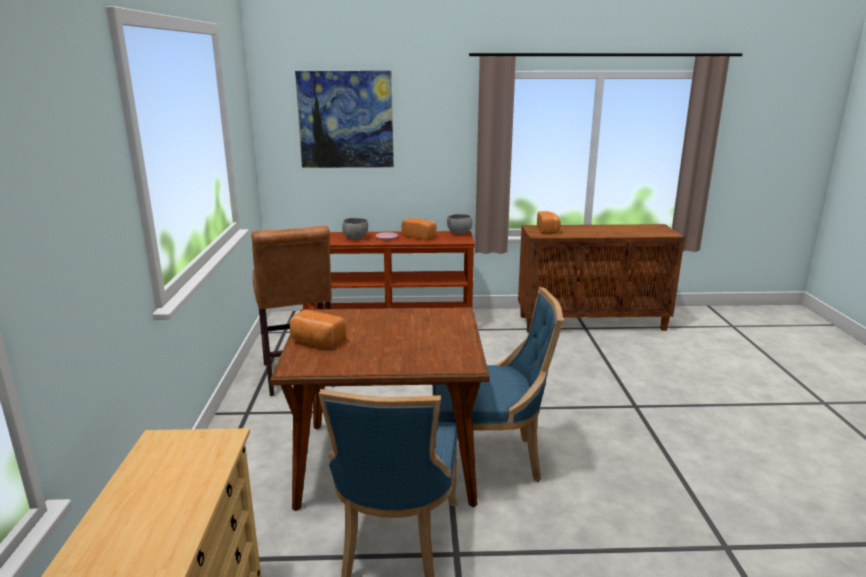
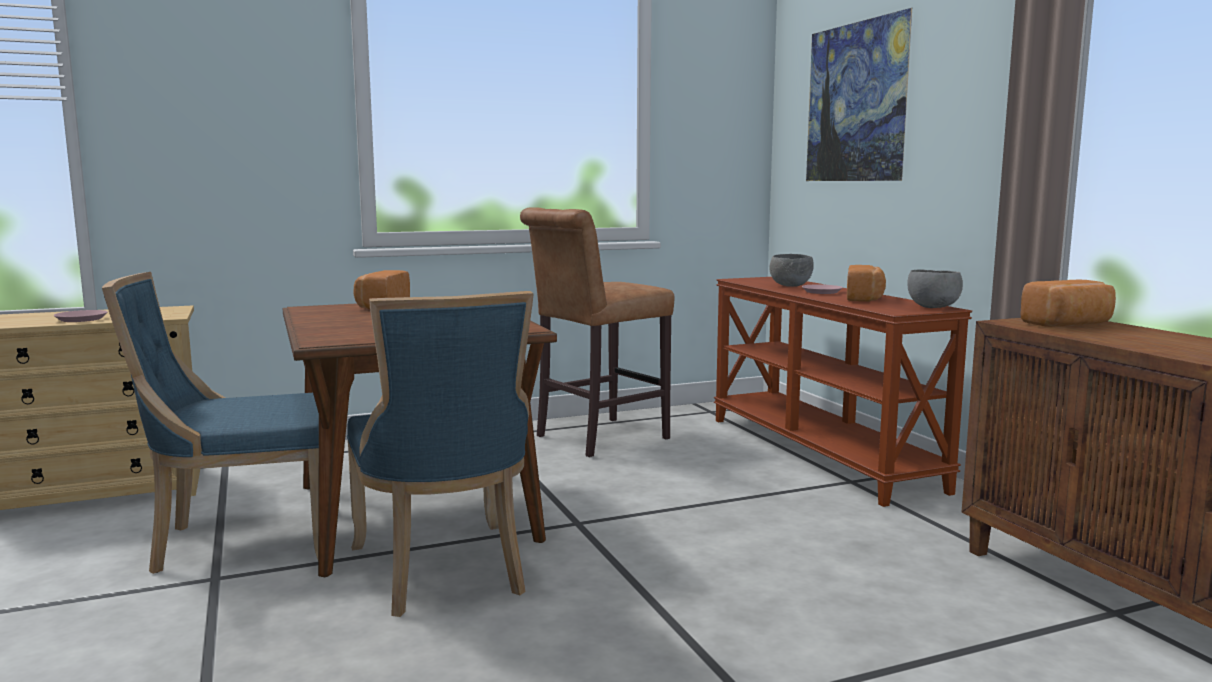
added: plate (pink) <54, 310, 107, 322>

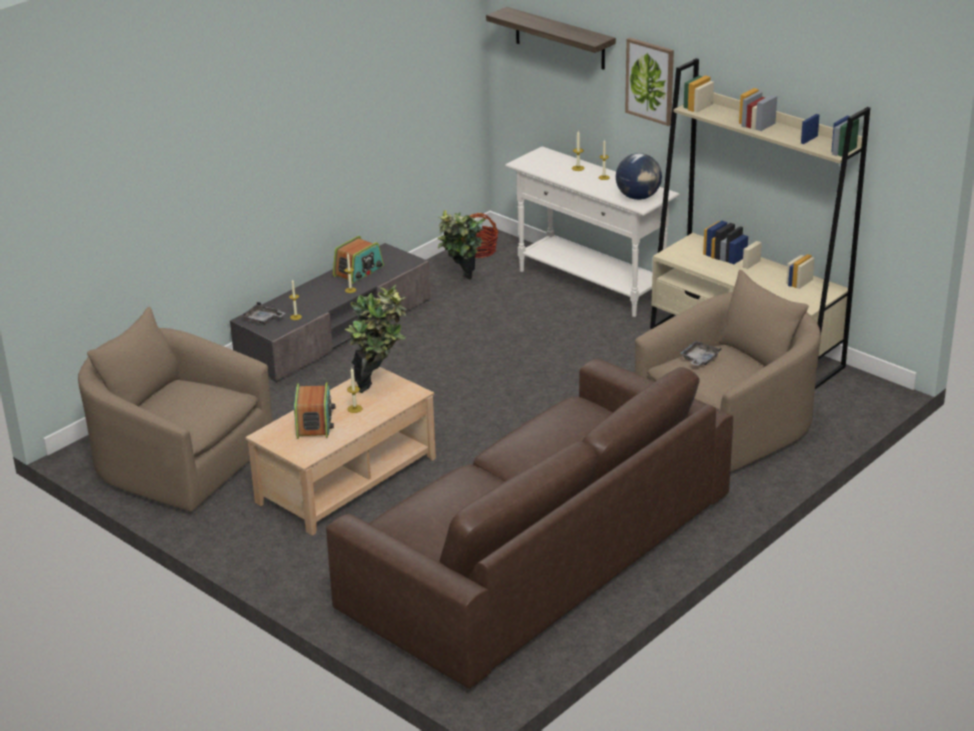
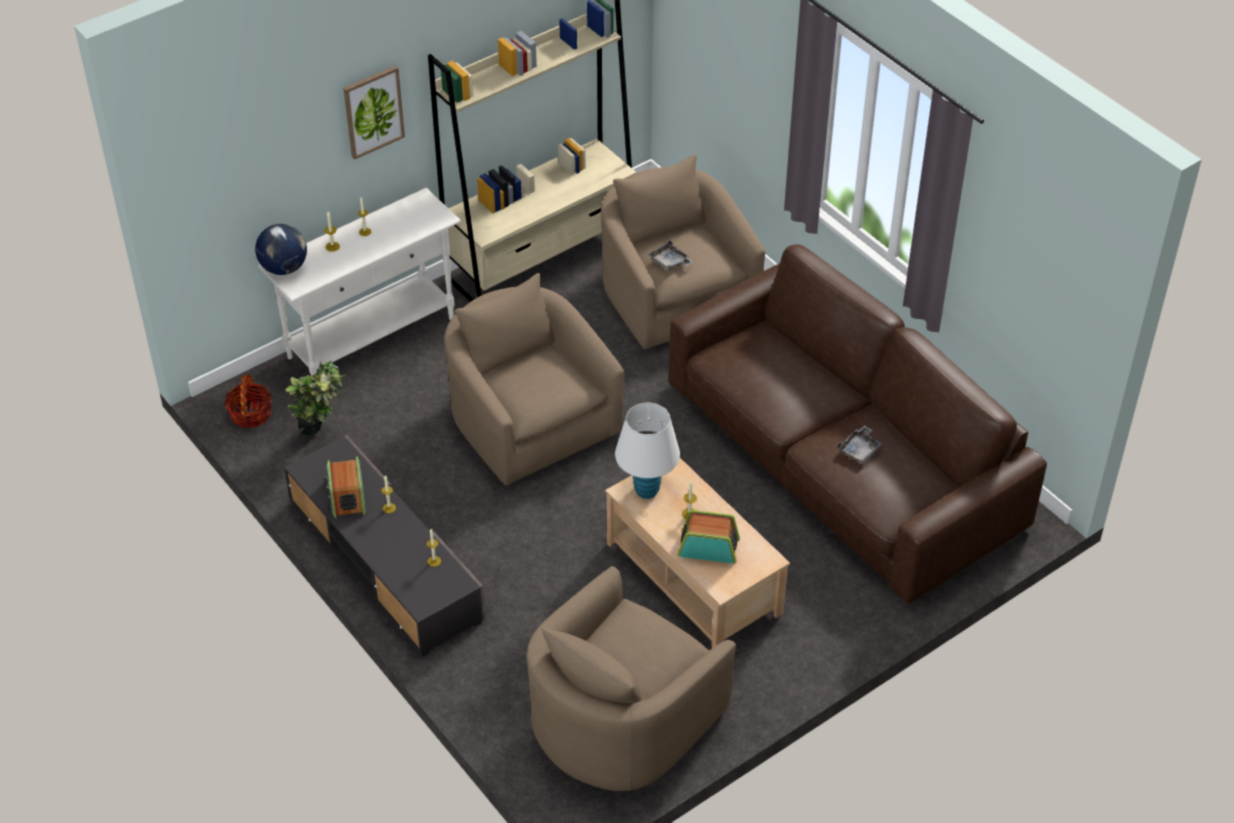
removed: shelf <486, 7, 616, 70>
added: armchair (beige) <444, 273, 624, 485>
moved: globe <616, 153, 662, 200> to <255, 224, 307, 275>; tray (grey) <241, 302, 285, 325> to <838, 425, 883, 463>
replaced: potted plant <344, 284, 406, 393> to table lamp (white) <615, 403, 680, 499>
turned: radio <333, 236, 384, 284> = <324, 456, 366, 519> 150 degrees counterclockwise

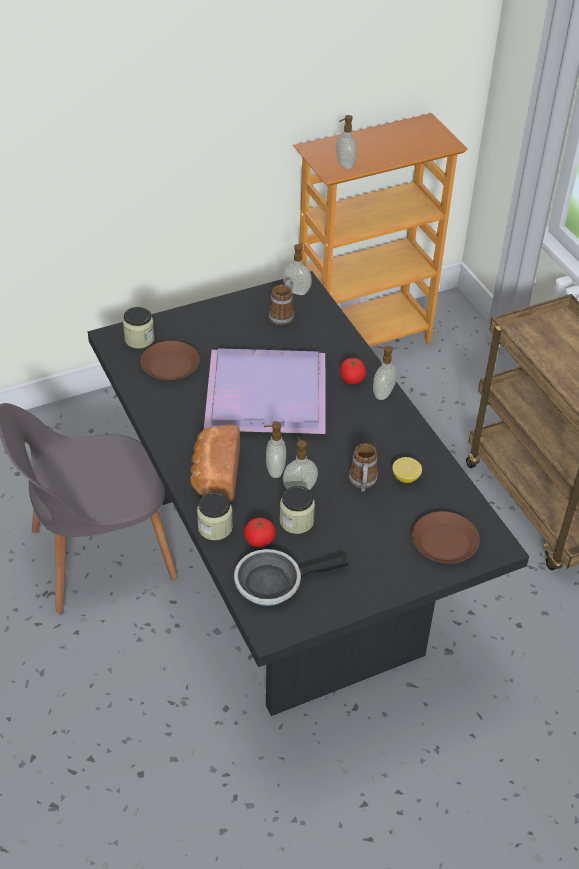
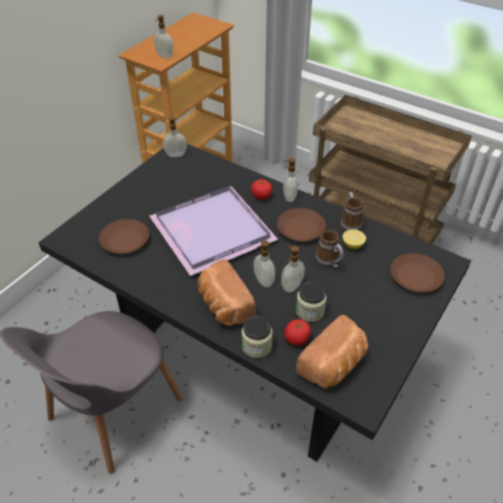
removed: jar <123, 307, 154, 348>
added: plate (brown) <277, 208, 326, 241>
moved: mug <269, 280, 294, 325> to <341, 192, 364, 231>
replaced: frying pan <234, 549, 348, 606> to bread <296, 315, 368, 389>

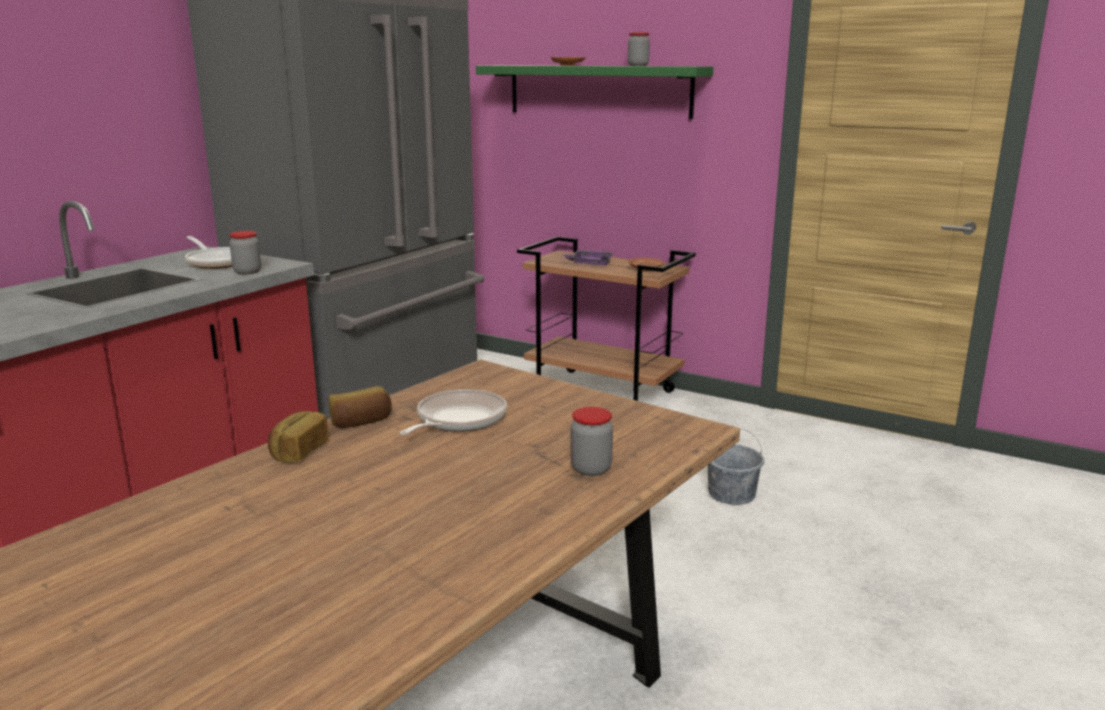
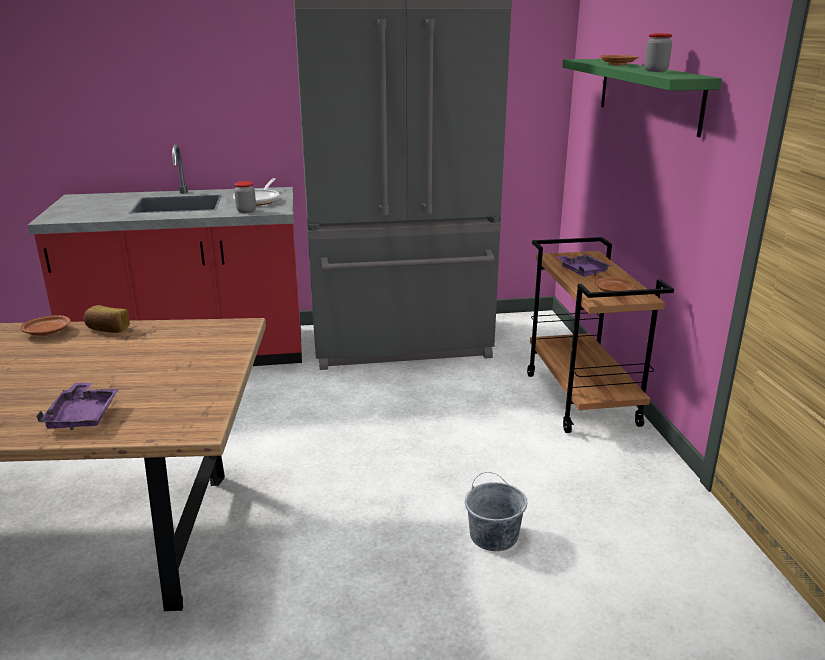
removed: frying pan <399, 389, 507, 435>
replaced: bread <268, 411, 329, 462> to plate (brown) <20, 315, 71, 336>; jar <570, 407, 613, 476> to tray (purple) <36, 383, 119, 430>

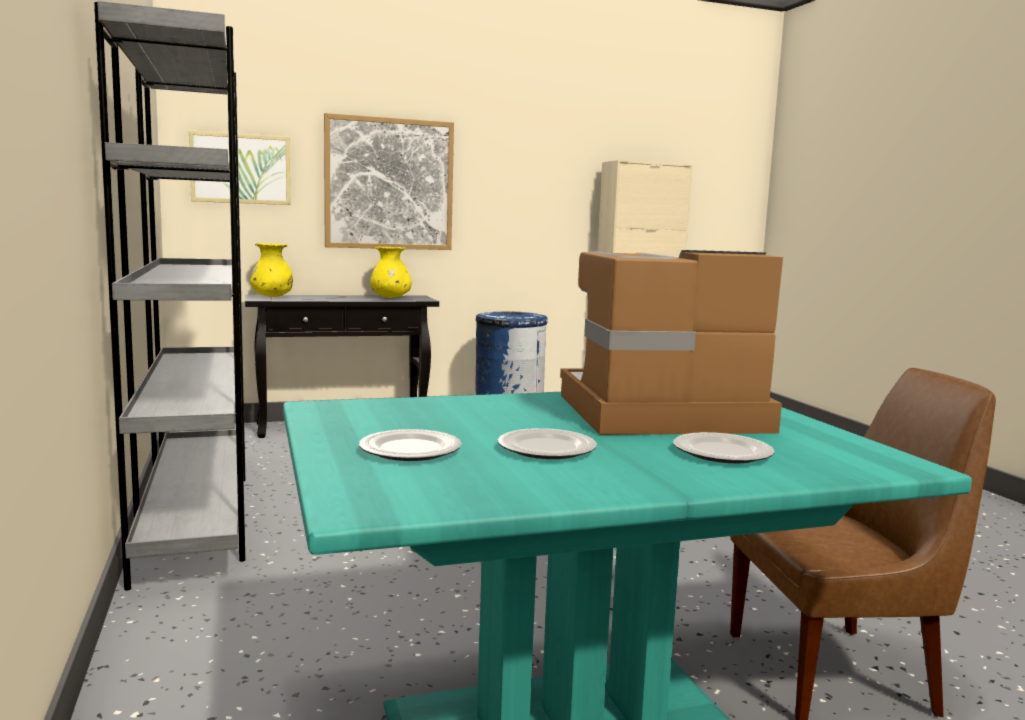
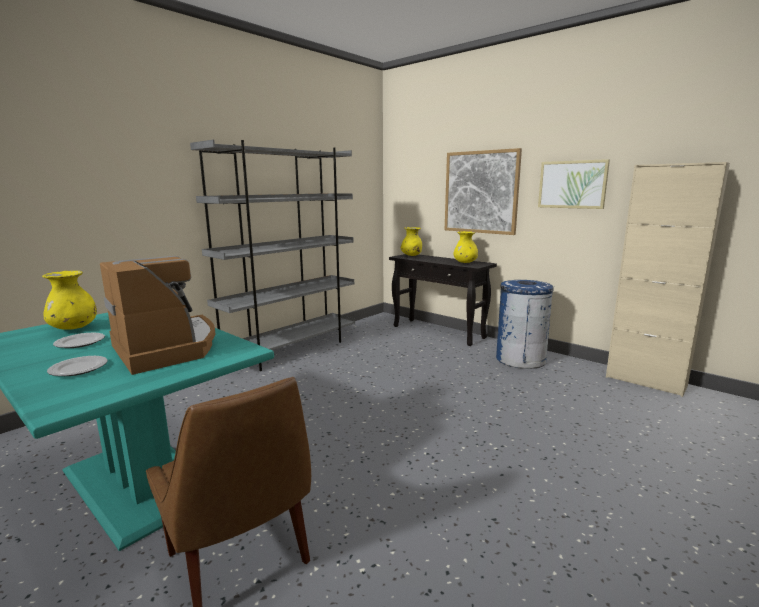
moved: picture <189, 130, 290, 205> to <538, 159, 610, 209>
replaced: plate <359, 429, 462, 461> to vase (yellow) <42, 271, 97, 330>

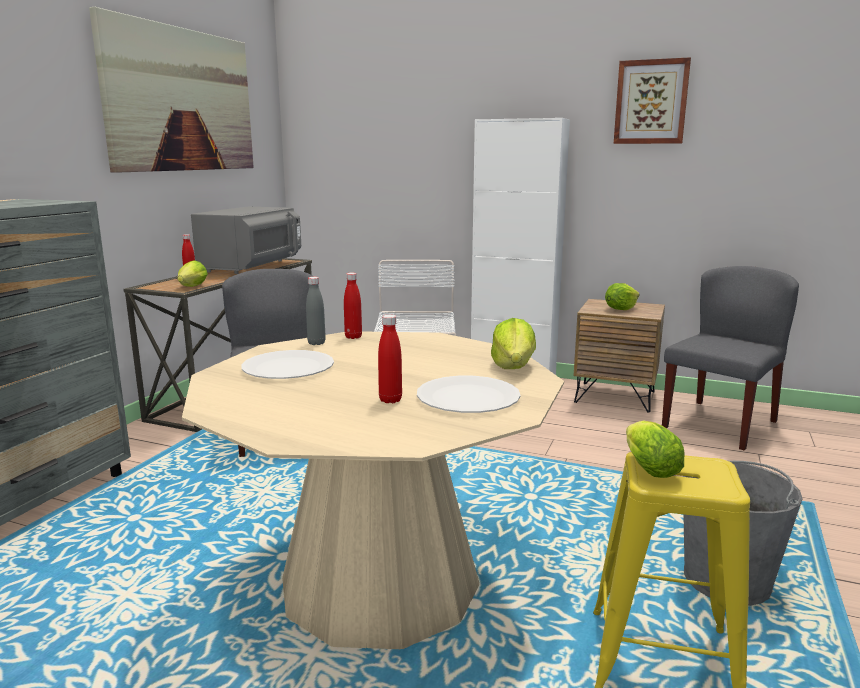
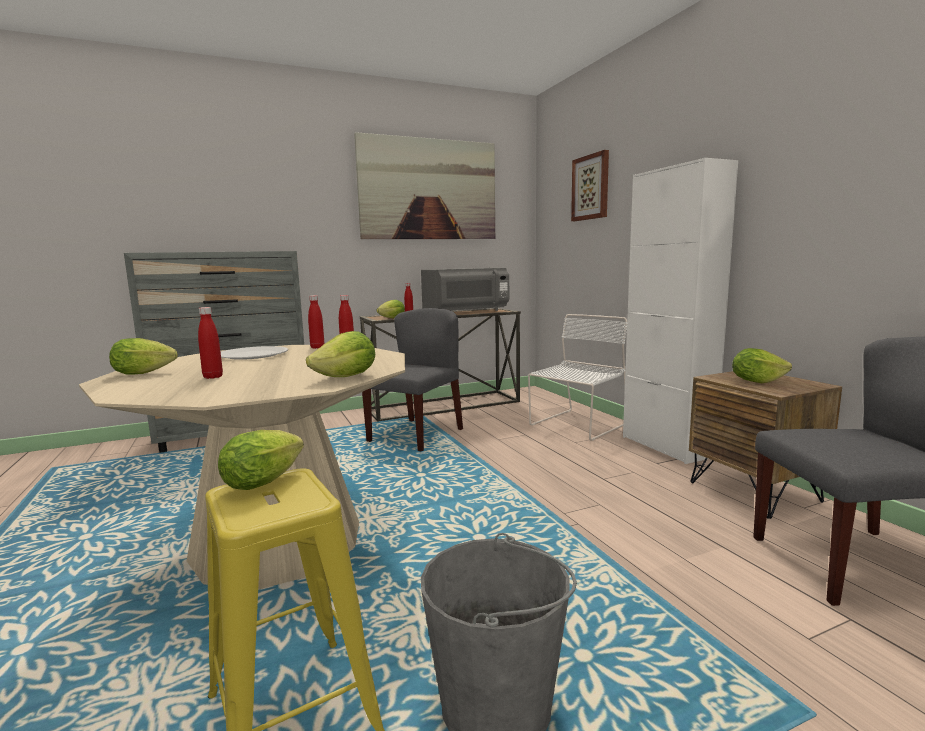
removed: plate (white) <417, 376, 521, 413>
added: lettuce <109, 338, 178, 375>
moved: picture <614, 57, 691, 144> to <571, 150, 609, 221>
recoloured: bottle (grey) <306, 277, 326, 345> to bottle (red) <308, 295, 324, 349>

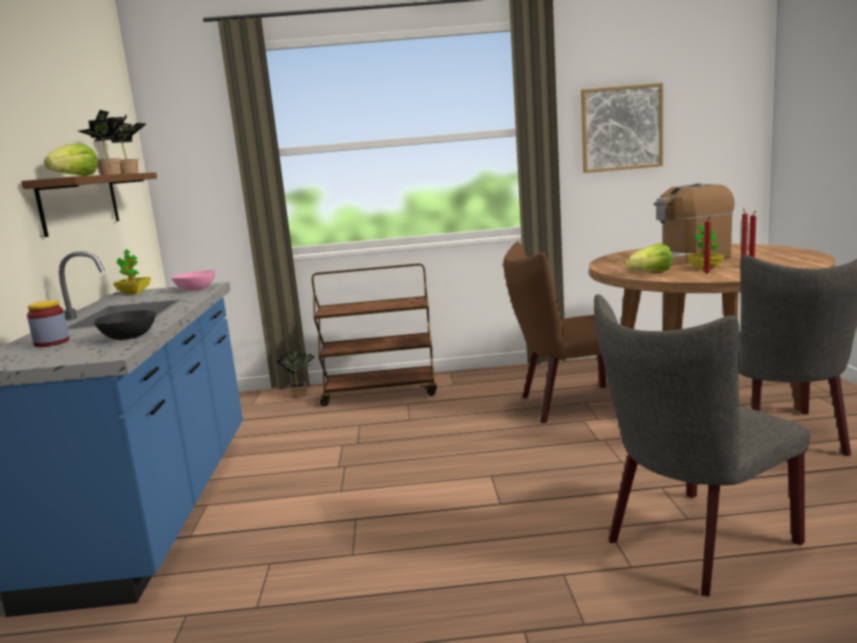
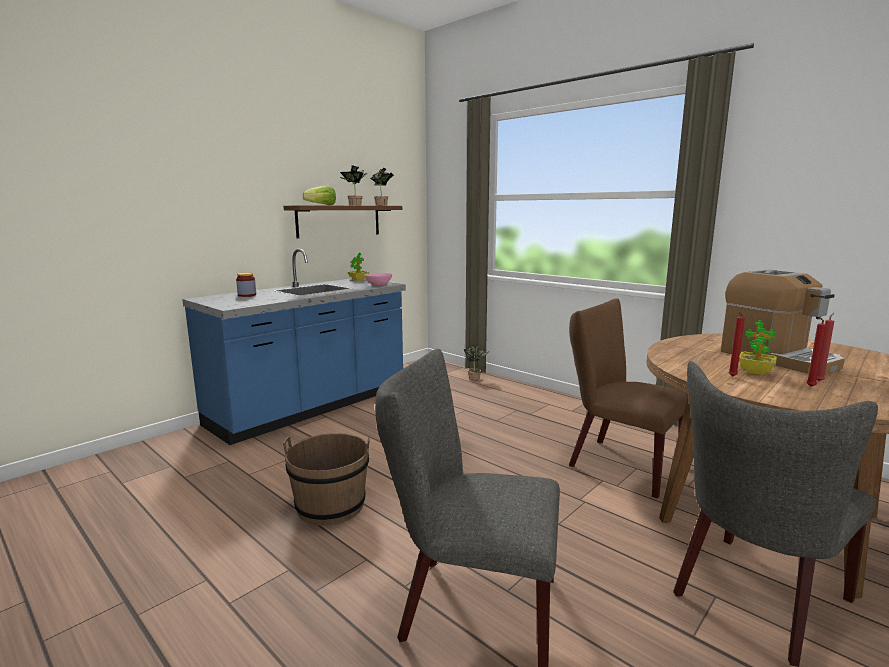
removed: bowl (black) <94, 310, 156, 340>; cart (brown) <312, 263, 437, 406>; picture <581, 83, 663, 173>; lettuce <626, 243, 673, 272>
added: bucket (brown) <283, 433, 370, 526>
turned: coffee machine <654, 183, 735, 266> = <721, 270, 845, 374> 150 degrees counterclockwise

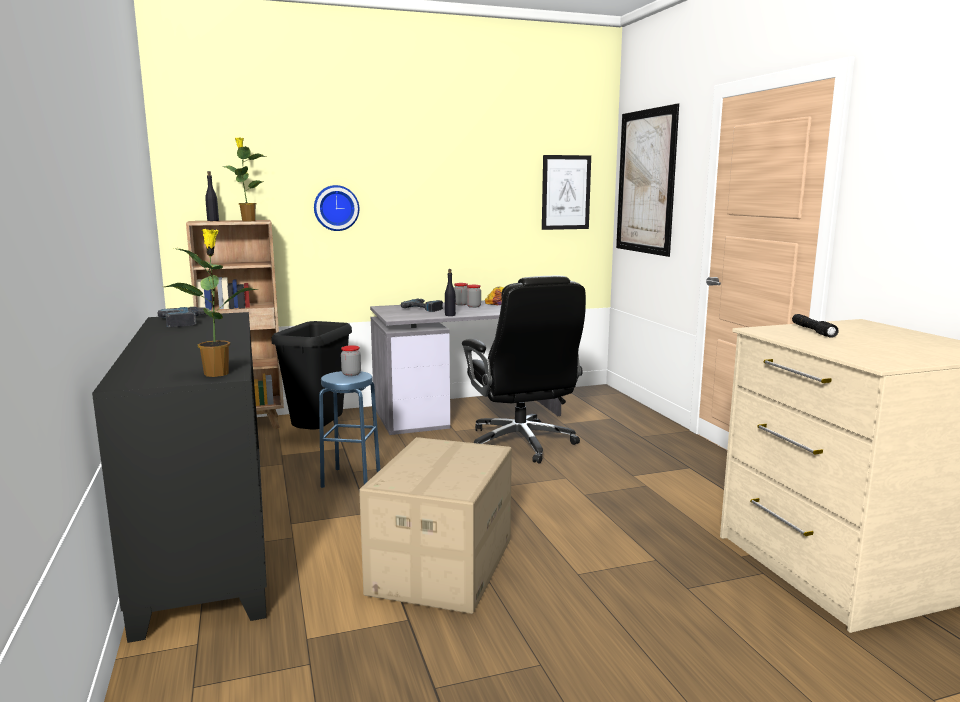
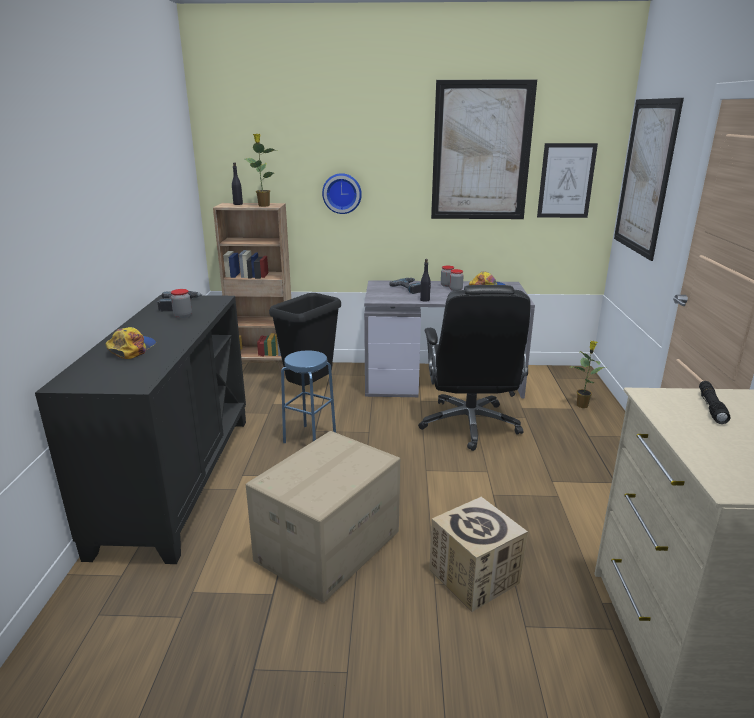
added: cap <105, 327, 156, 359>; cardboard box <429, 497, 528, 612>; picture <431, 80, 537, 219>
moved: jar <341, 345, 361, 376> to <171, 289, 192, 318>; potted plant <164, 229, 258, 377> to <570, 341, 607, 408>

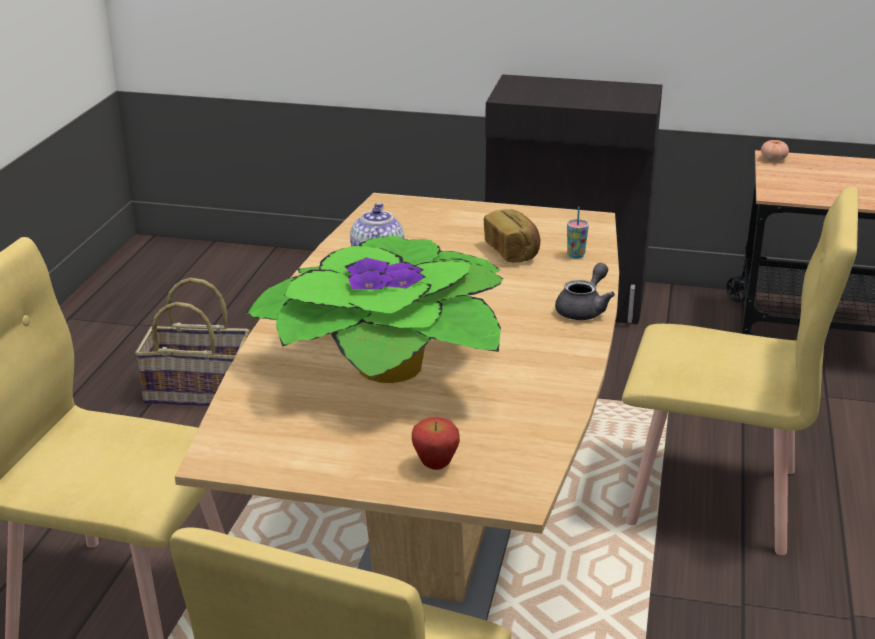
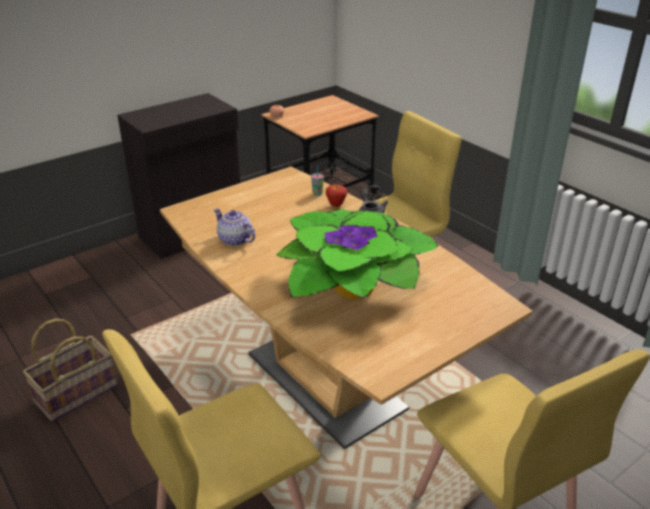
removed: bread <484, 209, 540, 262>
moved: apple <412, 417, 460, 470> to <326, 184, 347, 207>

